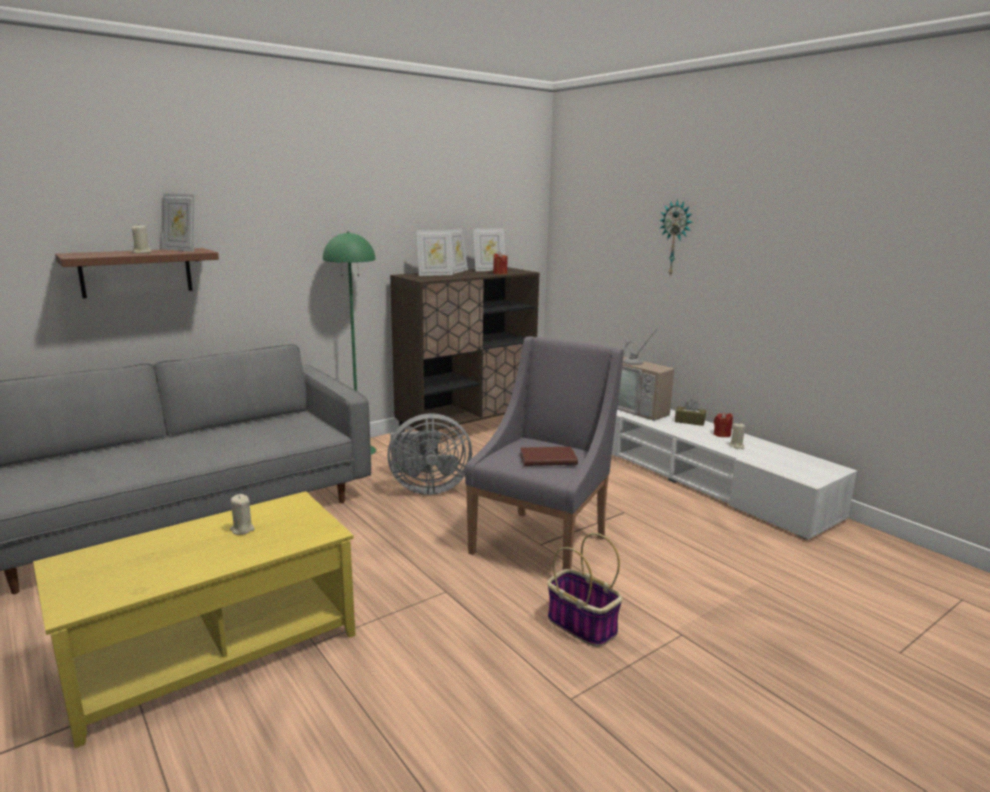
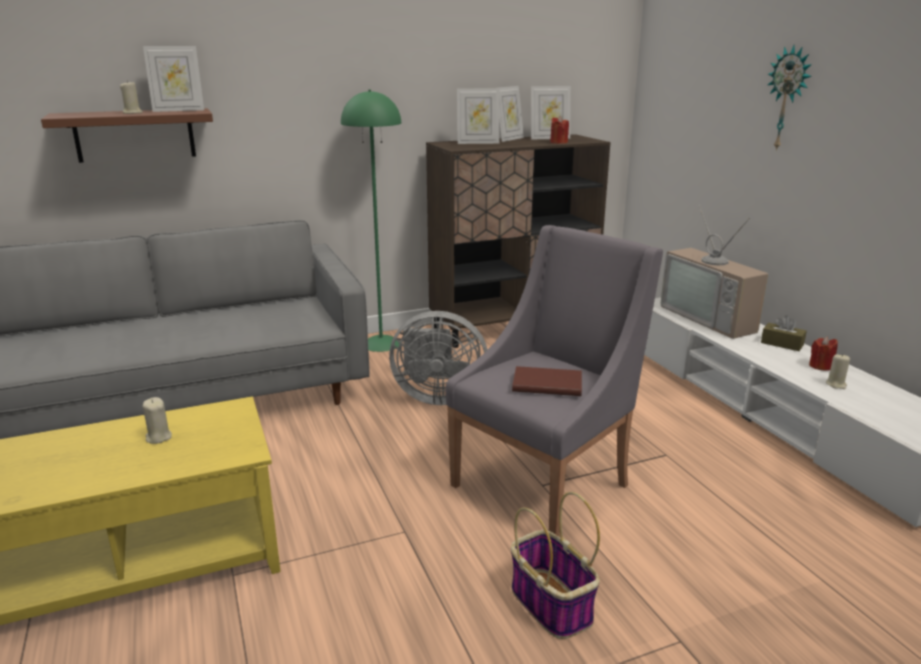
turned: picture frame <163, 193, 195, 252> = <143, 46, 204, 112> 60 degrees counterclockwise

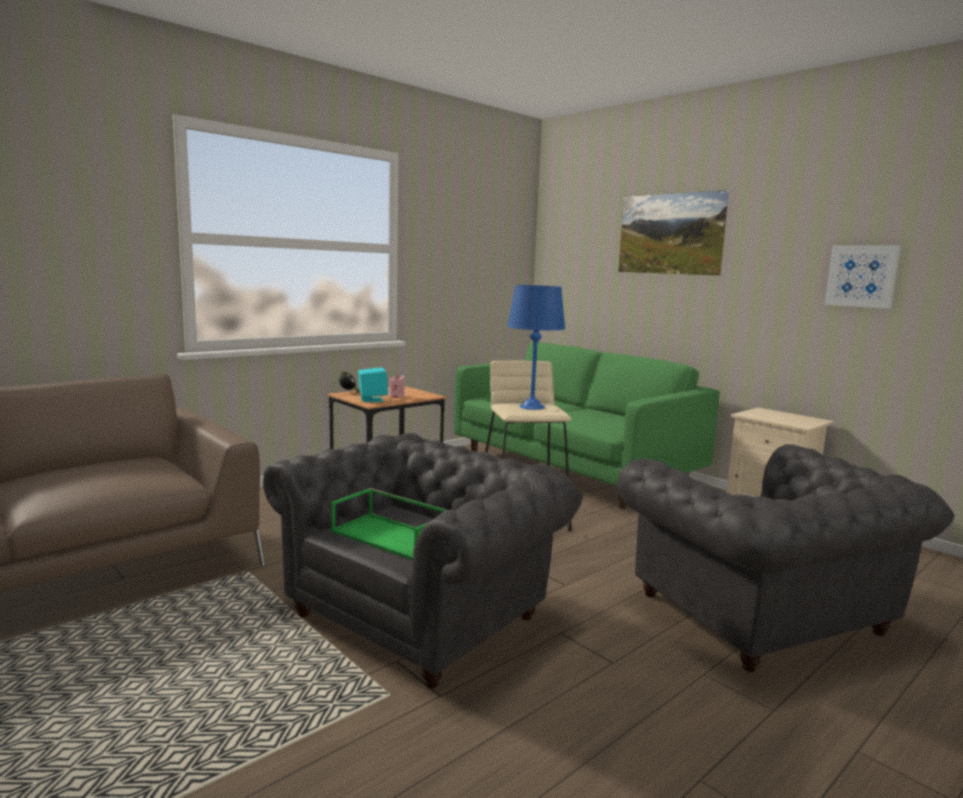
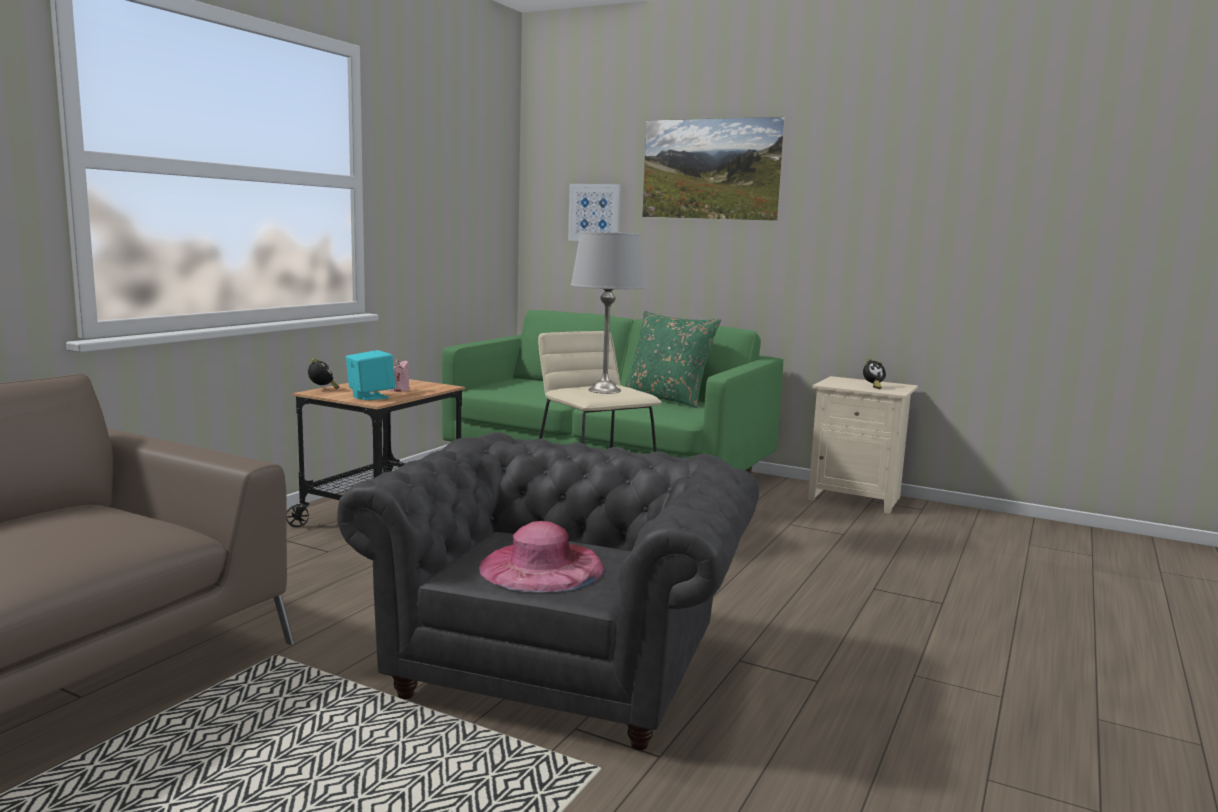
removed: armchair (grey) <617, 444, 954, 672>
added: pillow (green) <624, 311, 721, 408>; alarm clock <863, 358, 886, 389>
moved: picture <824, 245, 901, 309> to <568, 184, 621, 241>
replaced: tray (green) <331, 488, 446, 560> to hat (pink) <479, 521, 605, 592>
recoloured: table lamp (blue) <507, 285, 565, 410> to table lamp (grey) <571, 231, 646, 394>

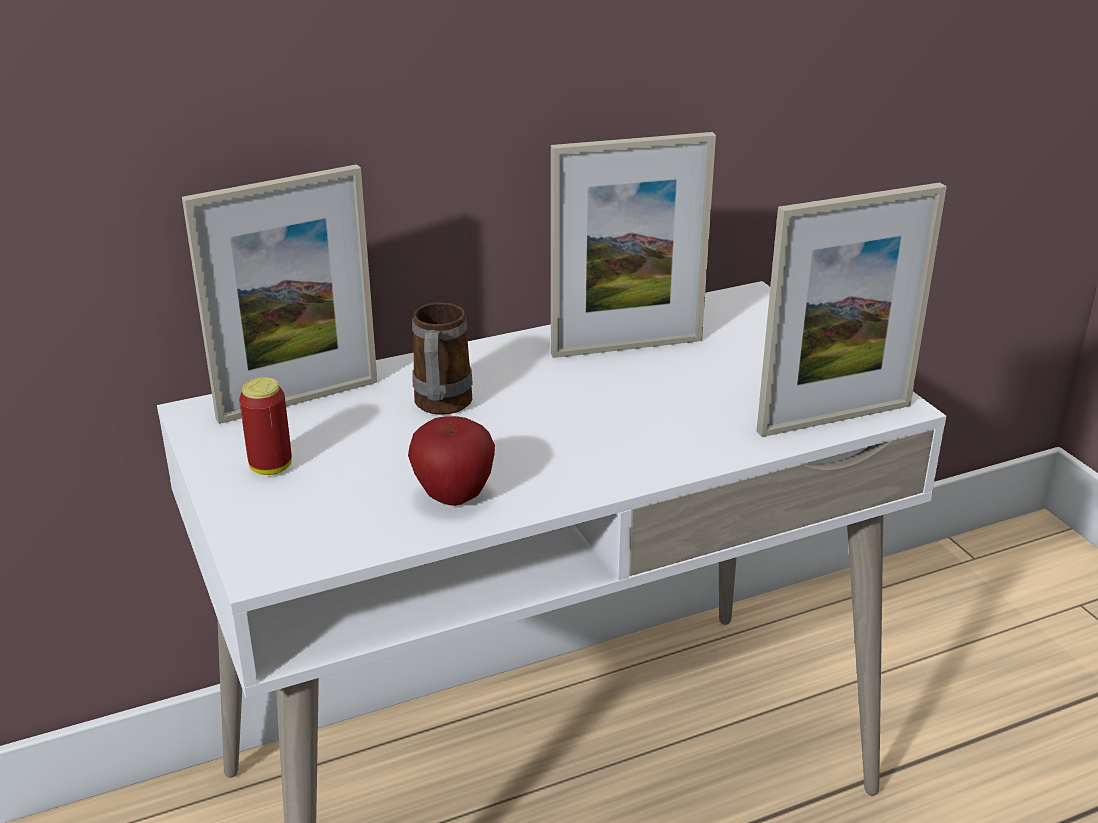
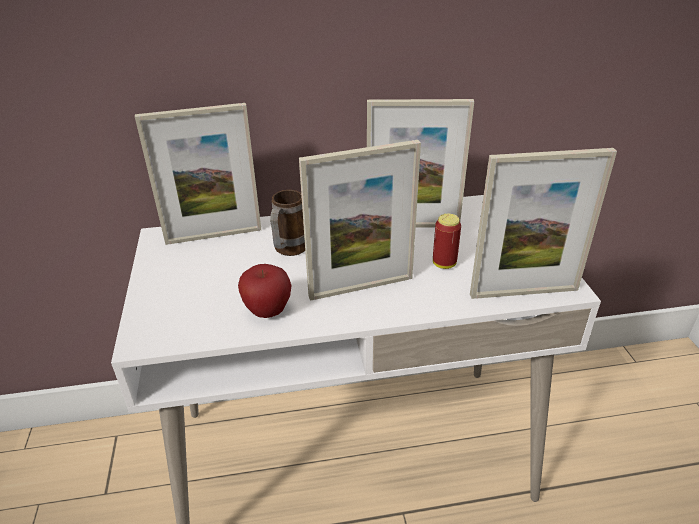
added: picture frame <299, 140, 421, 301>
moved: can <239, 377, 292, 475> to <433, 214, 461, 269>

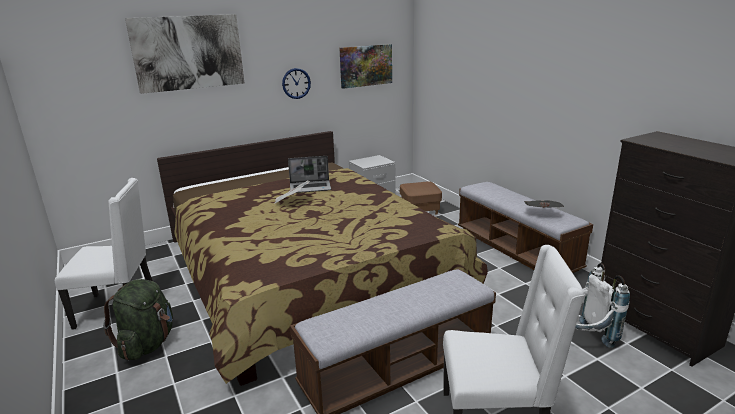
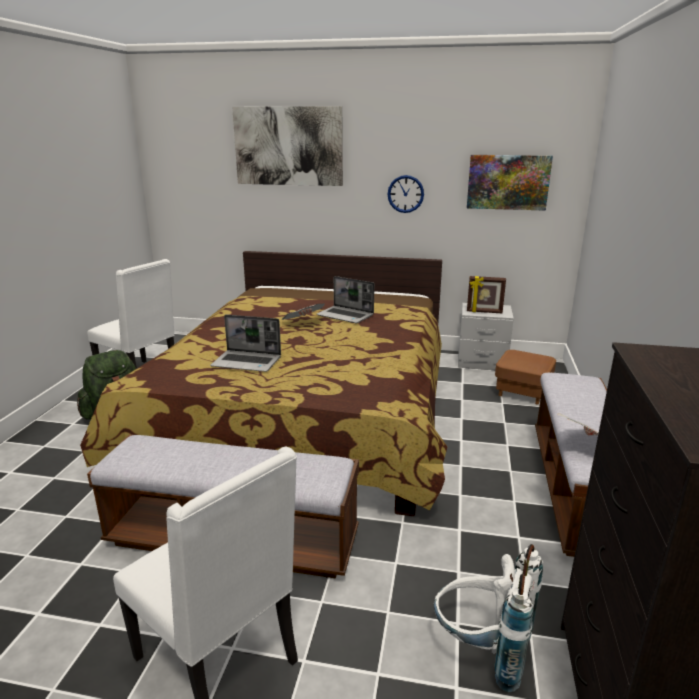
added: laptop <211, 314, 281, 372>; picture frame <467, 276, 506, 313>

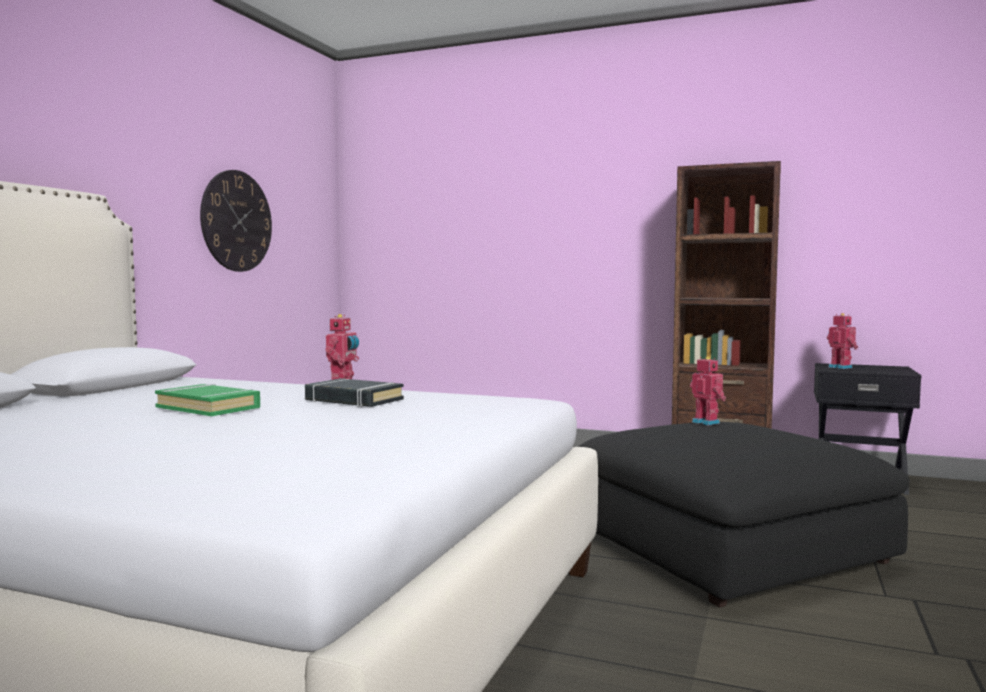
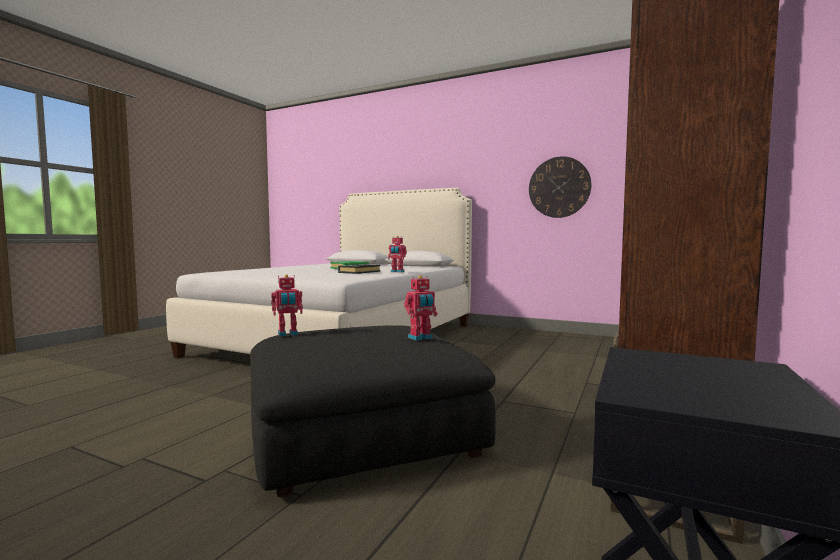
moved: toy robot <827, 313, 858, 369> to <271, 275, 303, 337>

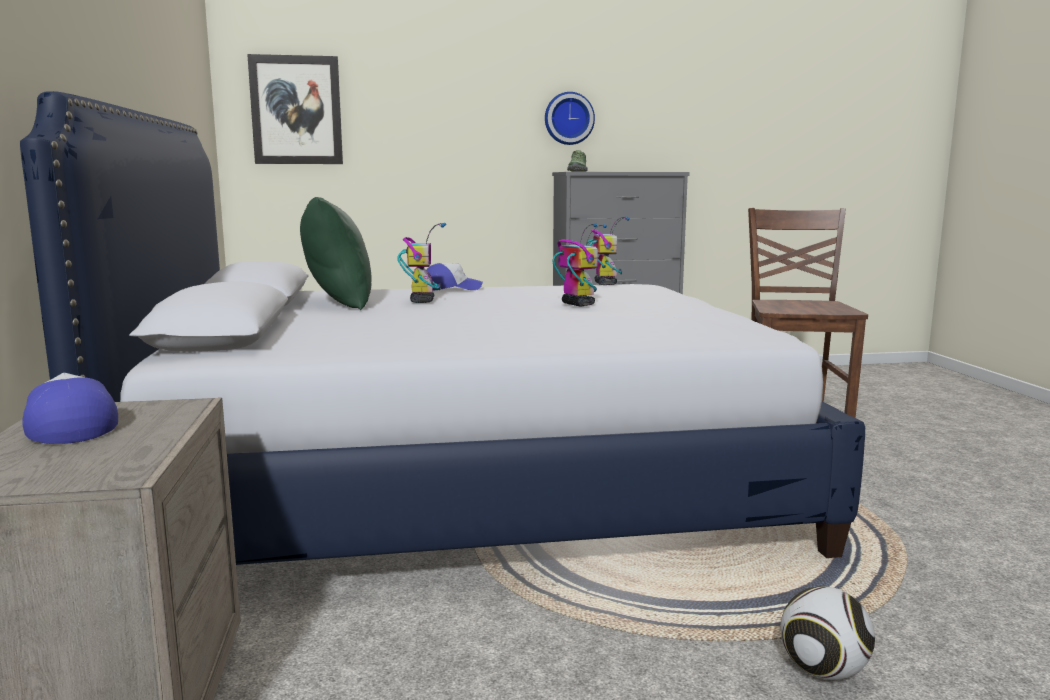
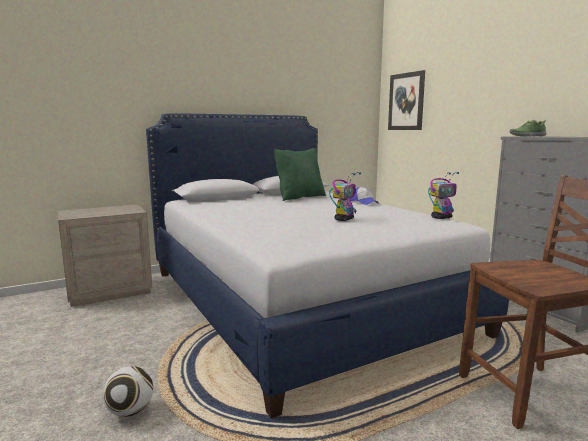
removed: cap <23, 373, 118, 444>; toy robot <397, 223, 446, 303>; wall clock <545, 92, 595, 145>

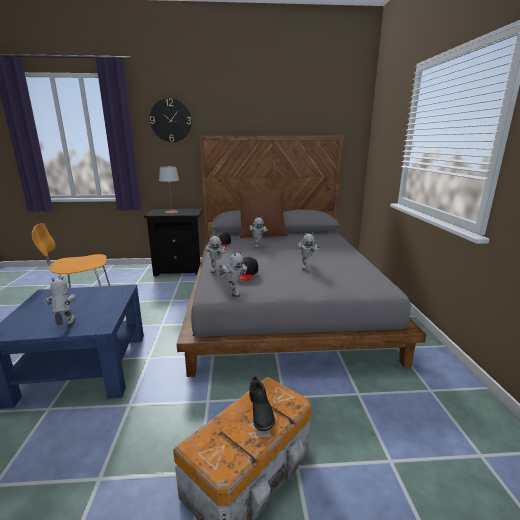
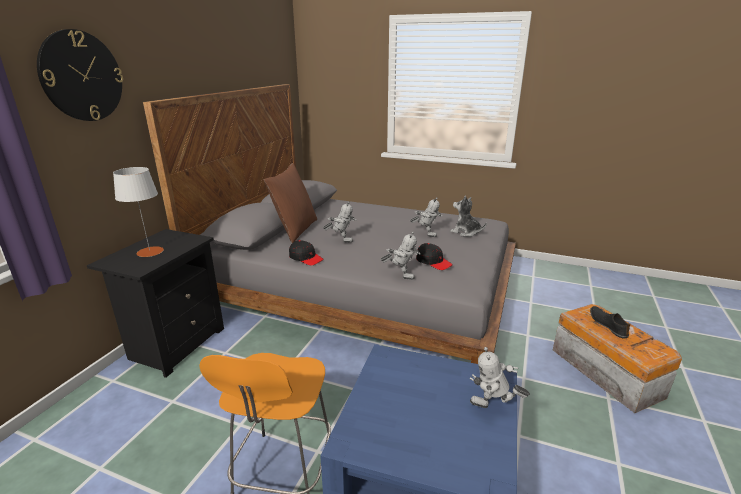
removed: toy robot <219, 251, 248, 297>
added: plush toy <450, 196, 487, 237>
turned: shoe (black) <249, 376, 275, 431> = <590, 306, 630, 339> 120 degrees counterclockwise

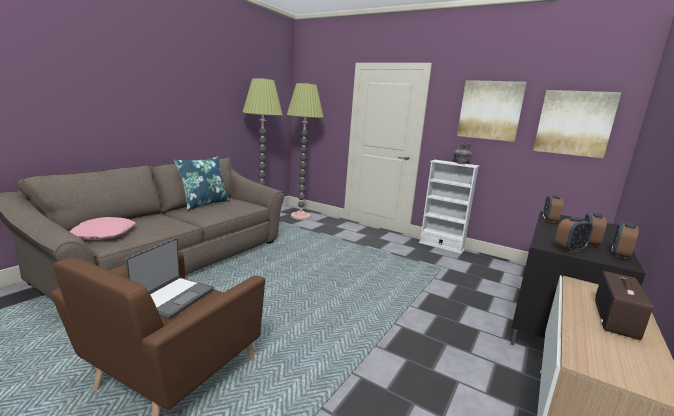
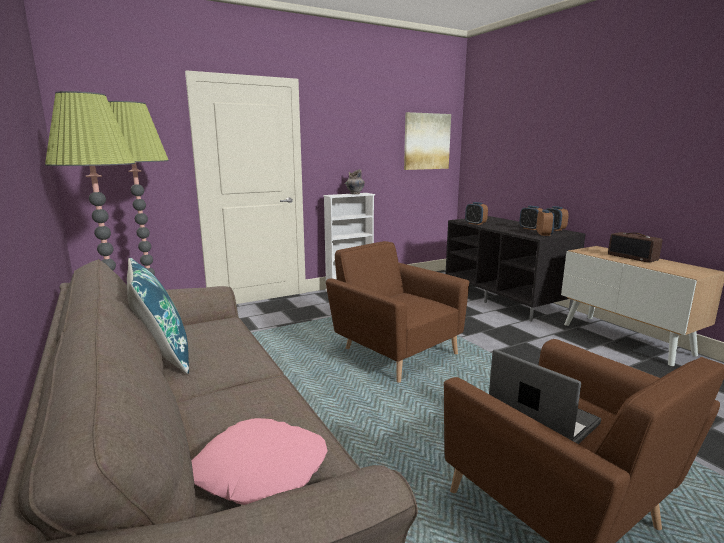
removed: picture <457, 80, 527, 142>
added: armchair (brown) <326, 241, 469, 383>

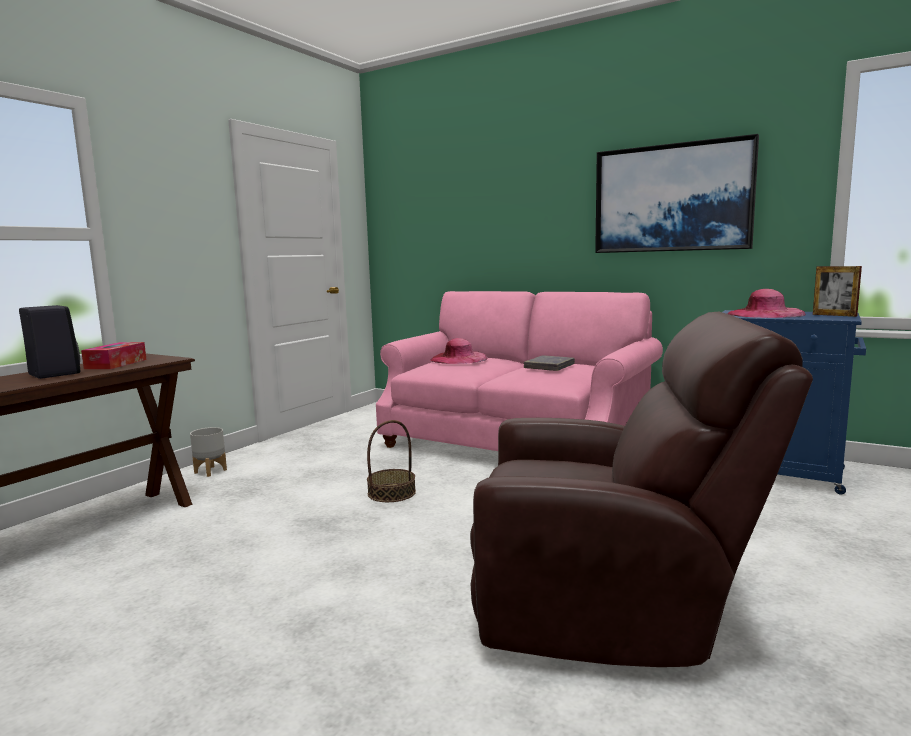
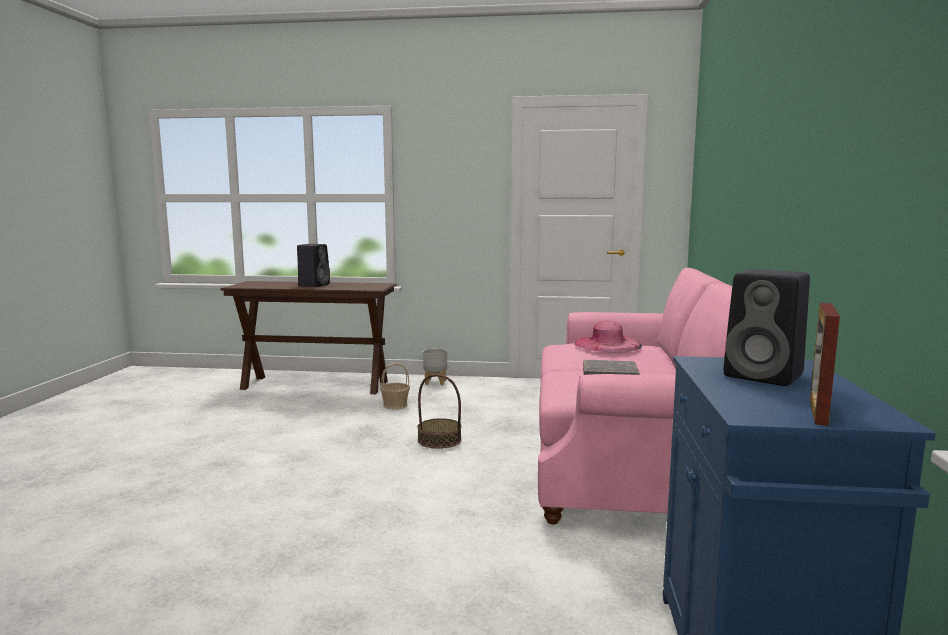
removed: tissue box <81, 342, 146, 369>; armchair (brown) <470, 312, 813, 667>; picture <595, 134, 759, 253>
added: basket <380, 363, 410, 410>
replaced: hat (pink) <727, 289, 806, 318> to speaker (black) <723, 269, 810, 386>

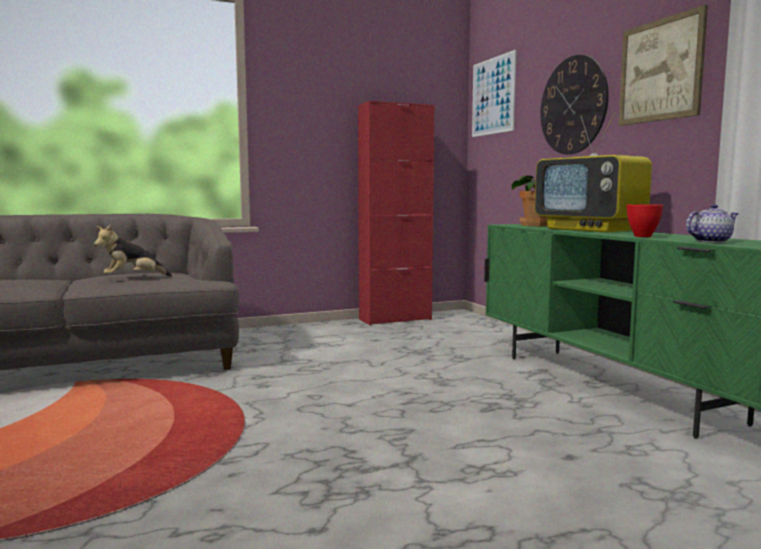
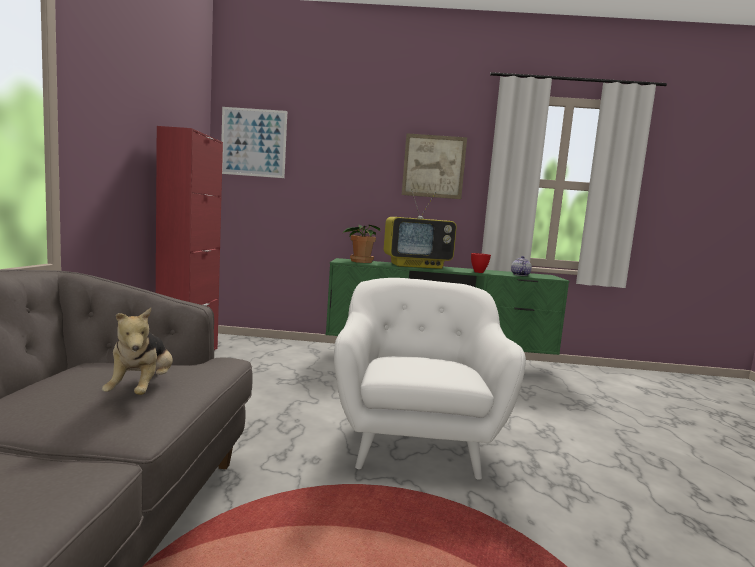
removed: wall clock <540, 55, 609, 155>
added: armchair (white) <334, 278, 526, 480>

